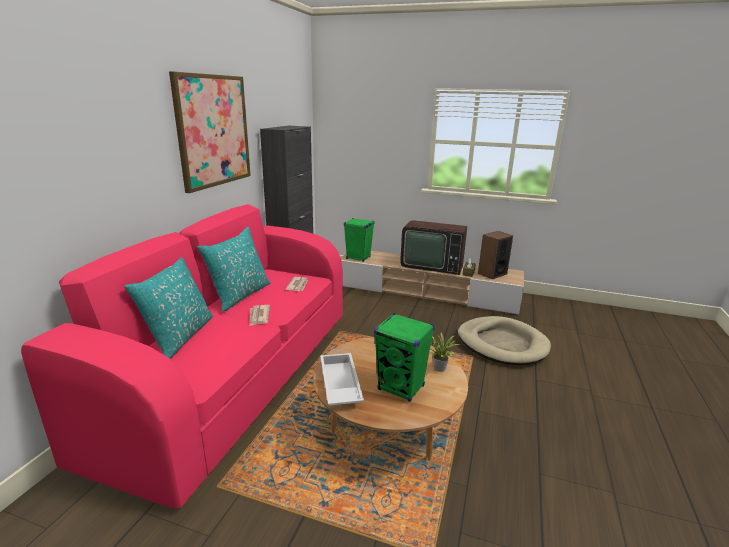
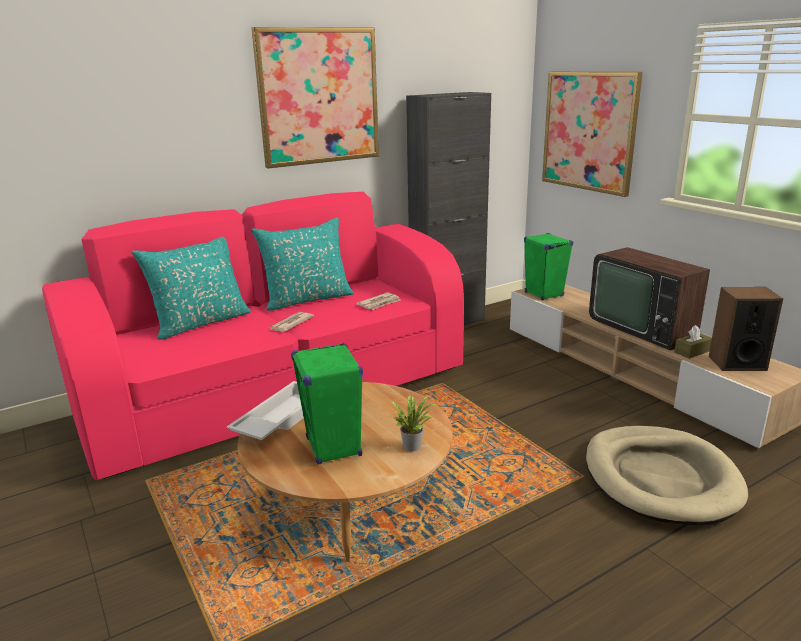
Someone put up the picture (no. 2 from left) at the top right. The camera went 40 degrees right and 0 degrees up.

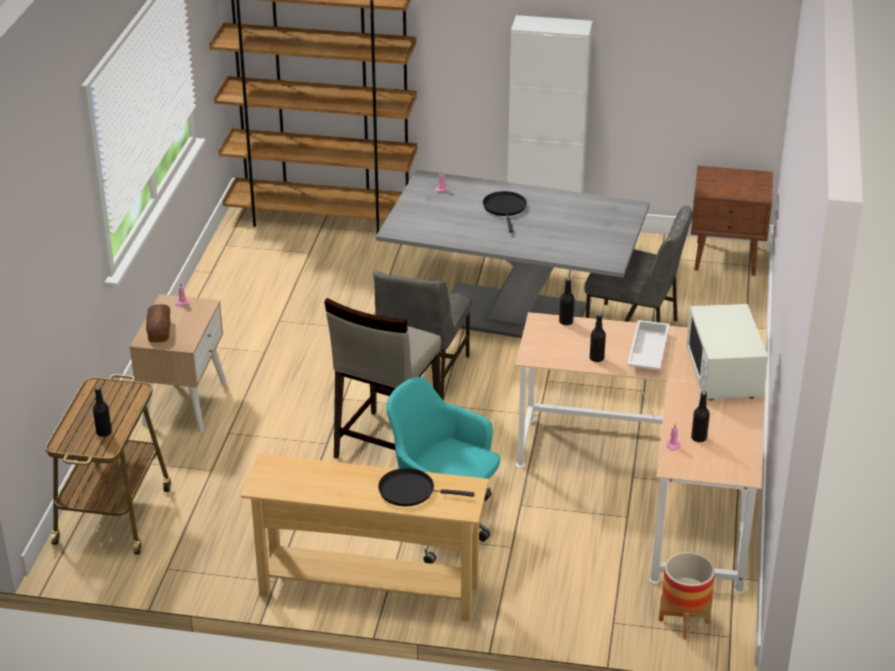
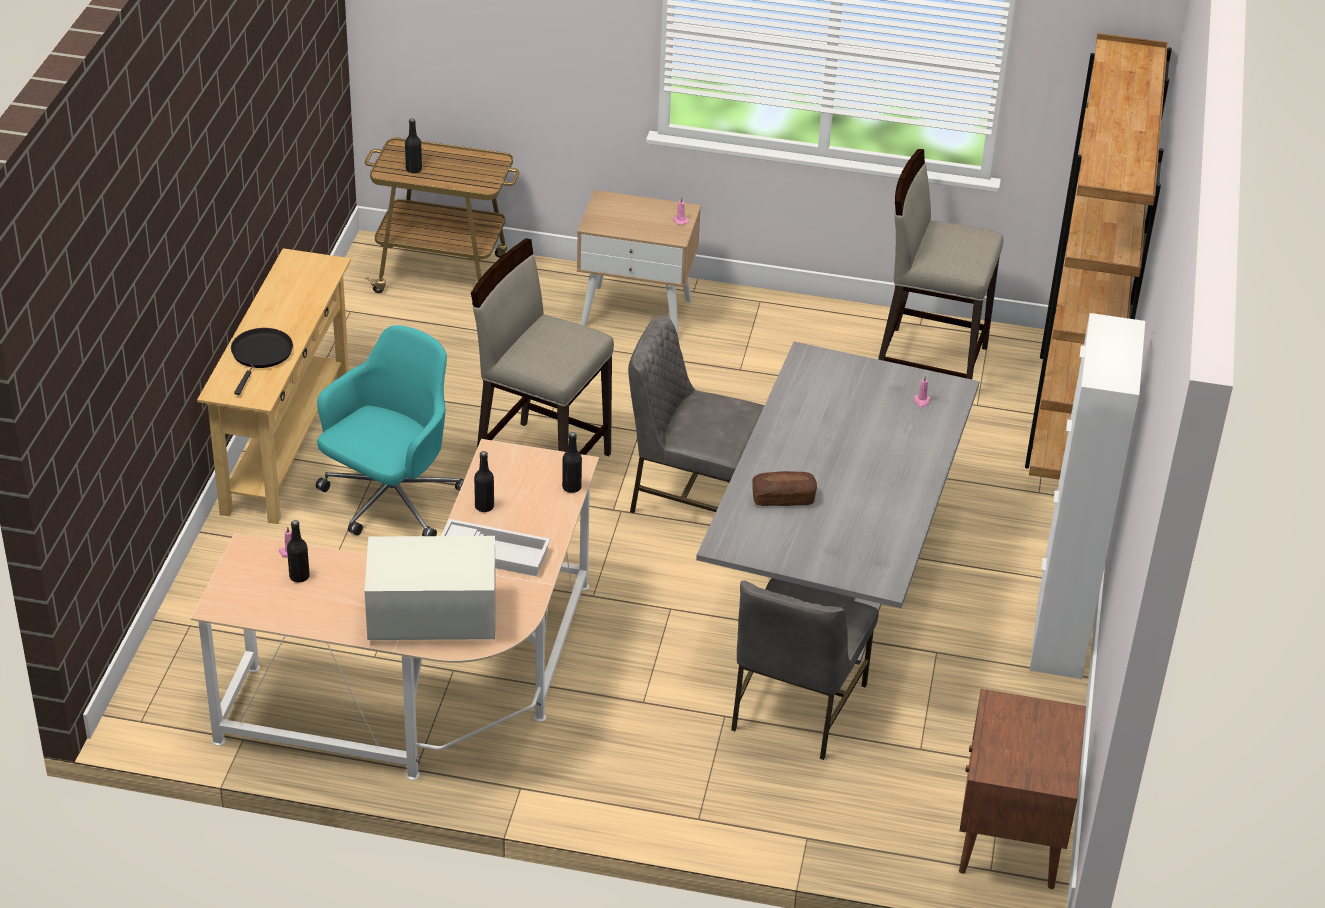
Someone carried the bread from the middle left to the centre. Someone put down the beige stool (no. 2 from left) at the top right. Someone took away the black frying pan (no. 2 from left) at the top centre. Someone took away the planter at the bottom right. The camera went 90 degrees right and 5 degrees up.

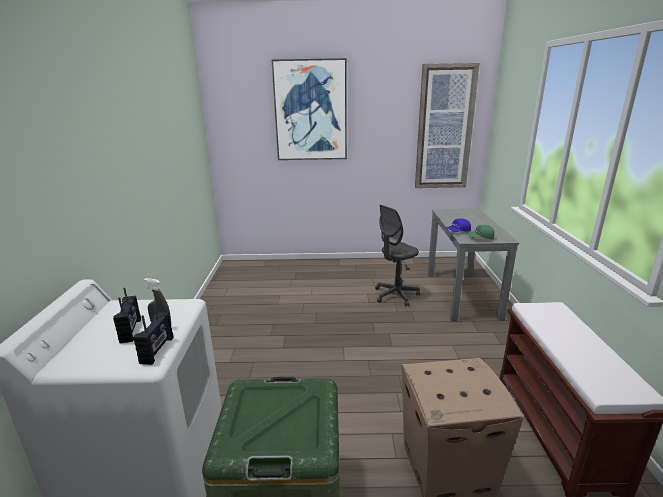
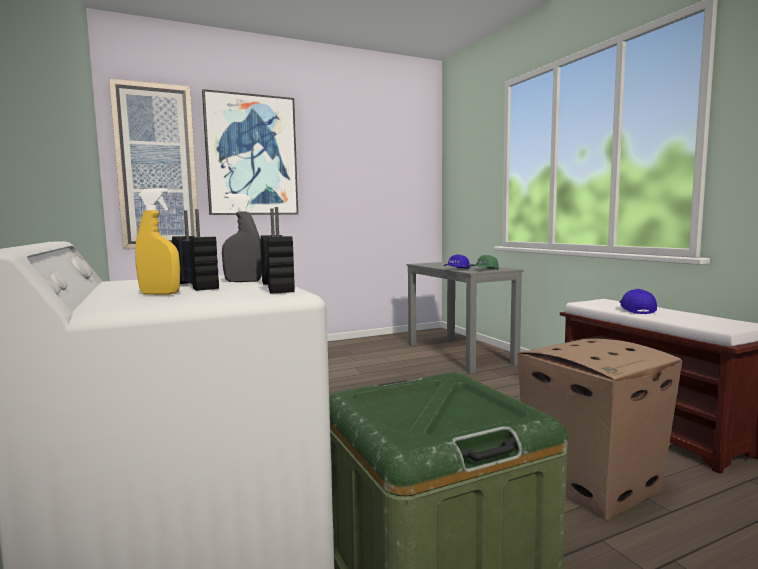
Someone carried the picture (no. 2 from left in the first image) from the top right to the top left. Someone put down the yellow spray bottle at the middle left. Someone put down the blue cap (no. 2 from left) at the middle right. Someone took away the grey office chair at the centre. The camera went 25 degrees left and 15 degrees down.

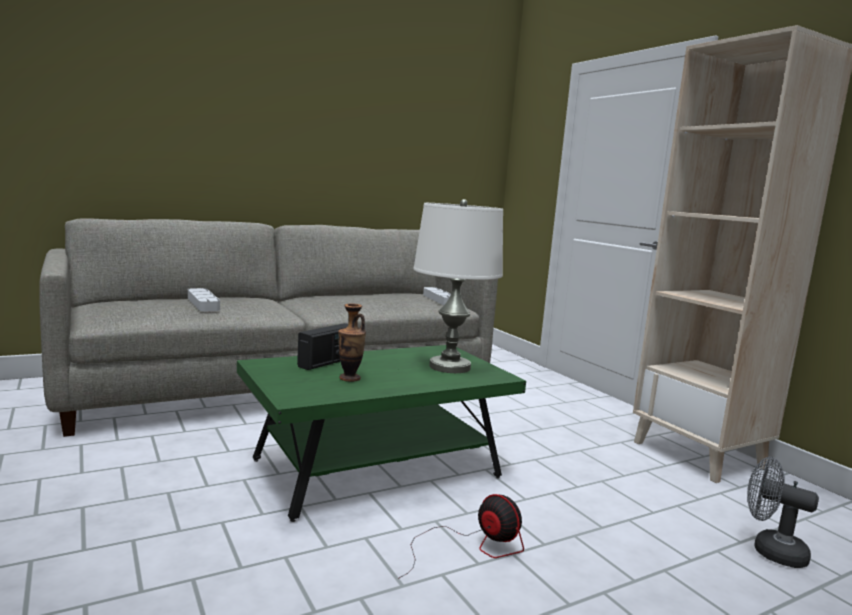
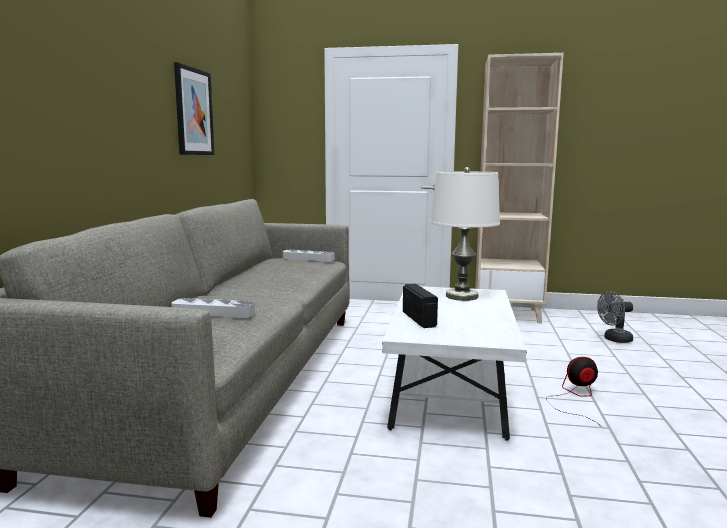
Someone put up the picture at the top left. Someone repainted the green coffee table at the bottom centre, which became the white coffee table at the bottom centre. Someone took away the vase at the centre. The camera went 50 degrees left and 0 degrees up.

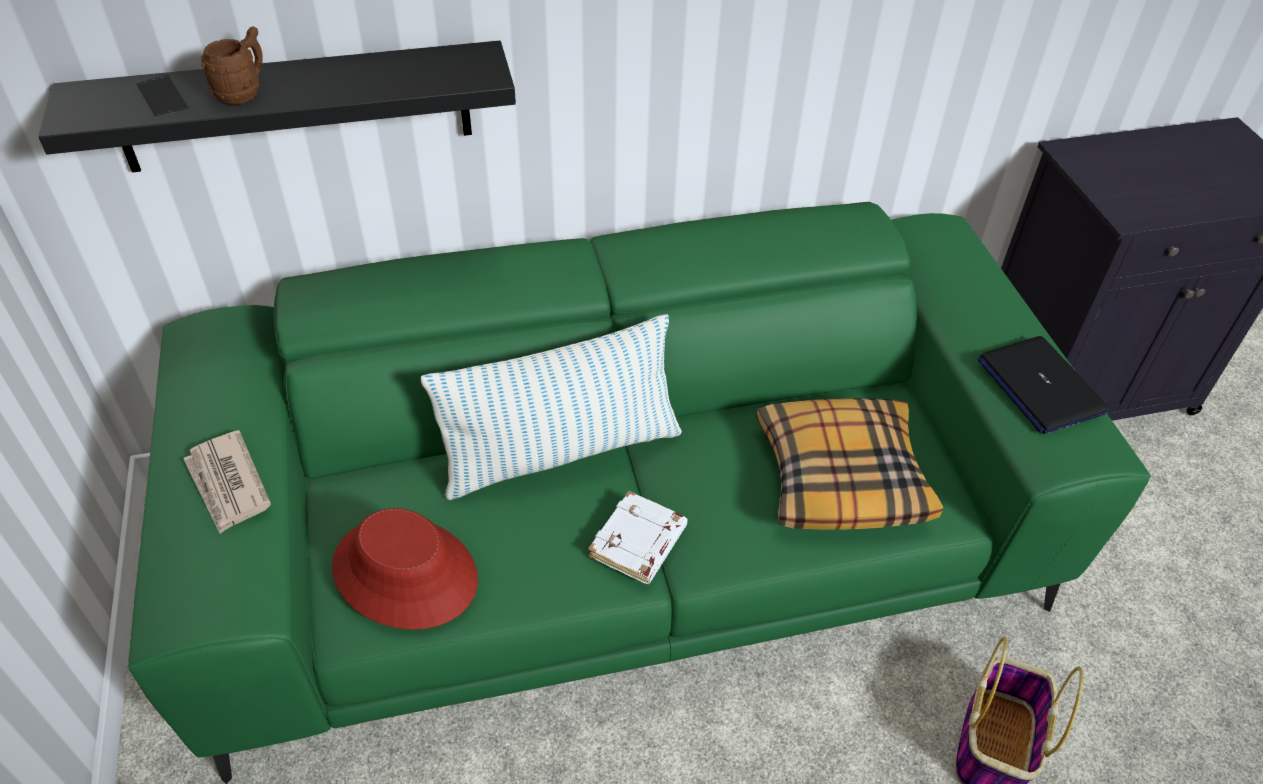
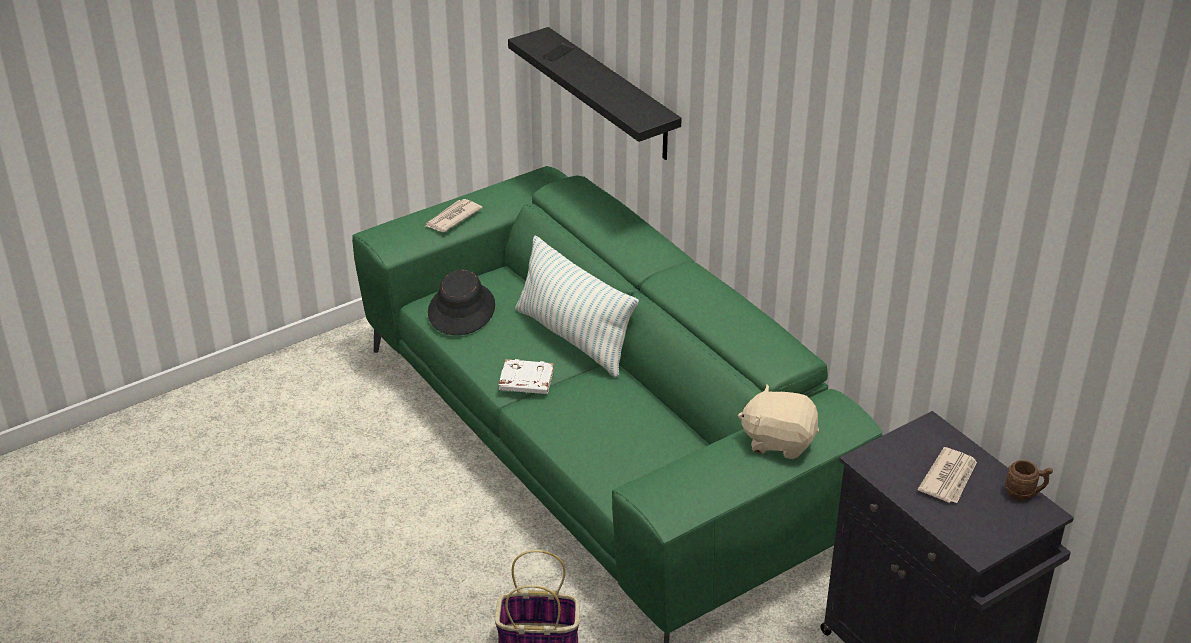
Someone repainted the red hat at the bottom left, which became the black hat at the centre. Someone put down the beige plush toy at the centre. Someone put down the newspaper (no. 2 from left) at the bottom right. Someone carried the brown mug from the top left to the bottom right. Someone took away the pillow (no. 2 from left) at the middle right. Someone took away the laptop at the middle right. The camera went 70 degrees right and 10 degrees down.

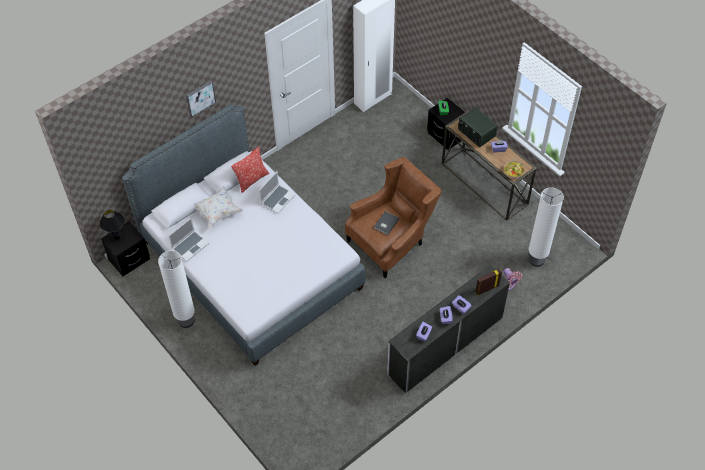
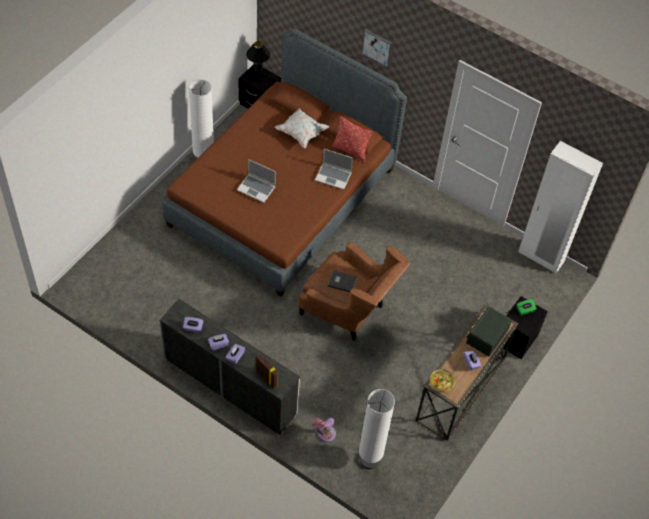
Someone repainted the grey bed at the centre, which became the brown bed at the top centre. Someone carried the laptop (no. 1 from left) from the middle left to the centre. The camera went 70 degrees right and 0 degrees up.

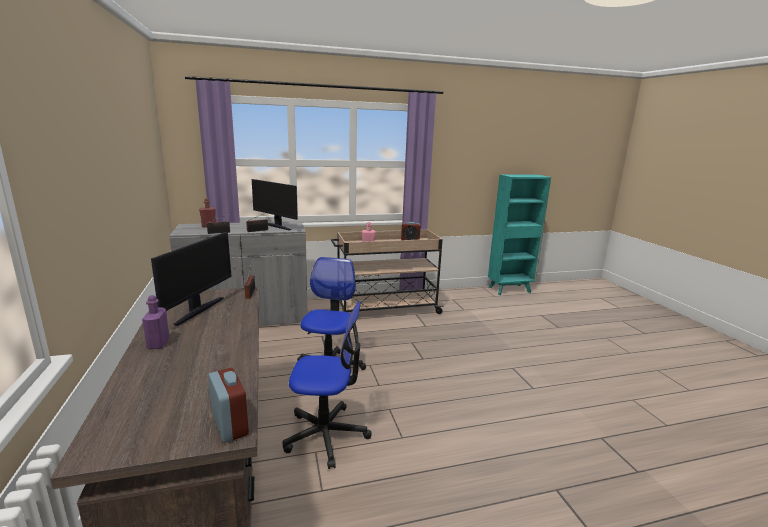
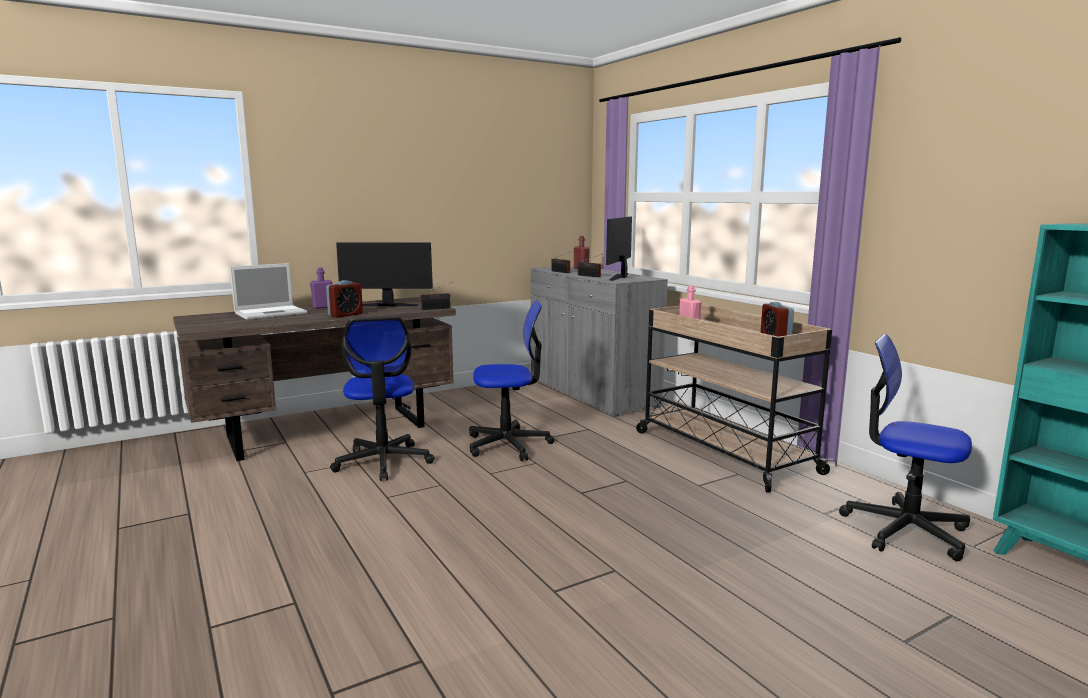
Someone put down the laptop at the middle left. Someone carried the alarm clock (no. 1 from left) from the bottom left to the middle left. Someone put down the office chair (no. 3 from left) at the middle right. The camera went 75 degrees right and 5 degrees down.

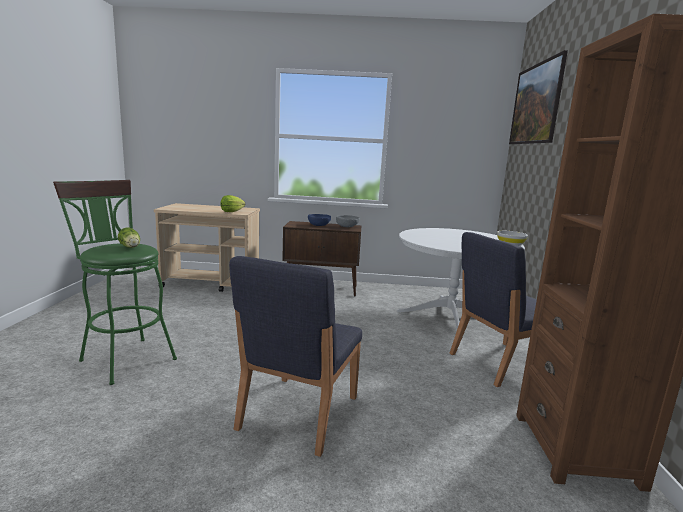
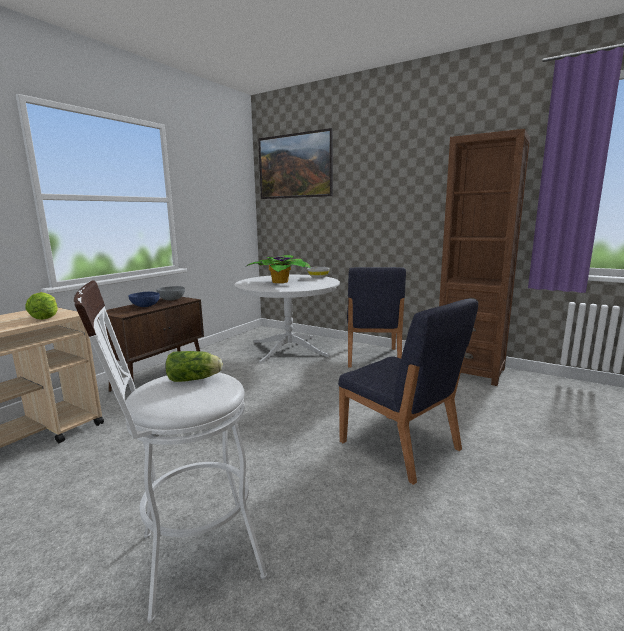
Someone repainted the green stool at the middle left, which became the white stool at the bottom left. Someone put down the potted plant at the centre. The camera went 60 degrees left and 0 degrees up.

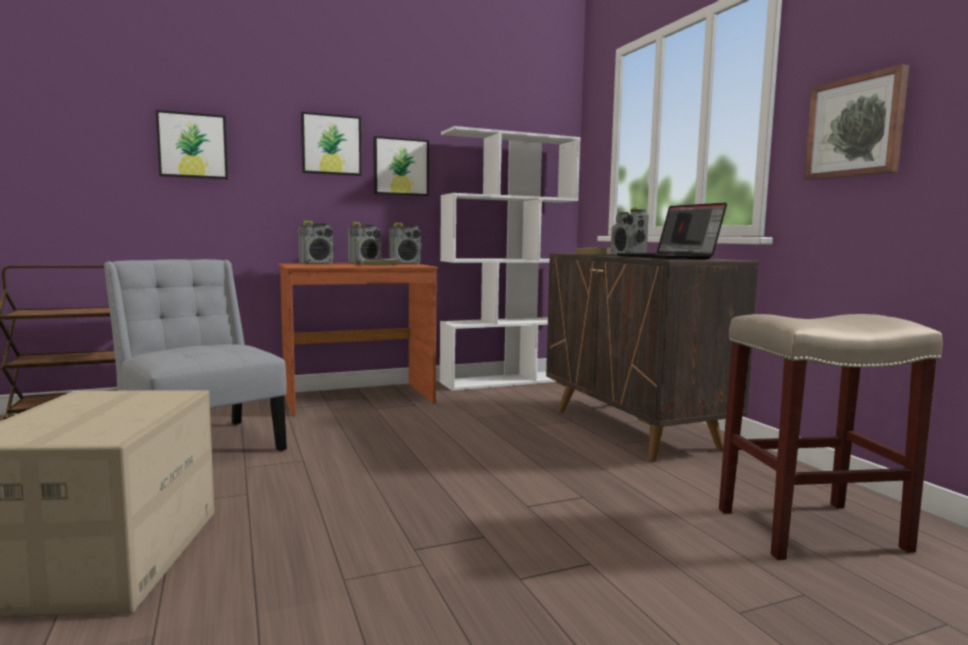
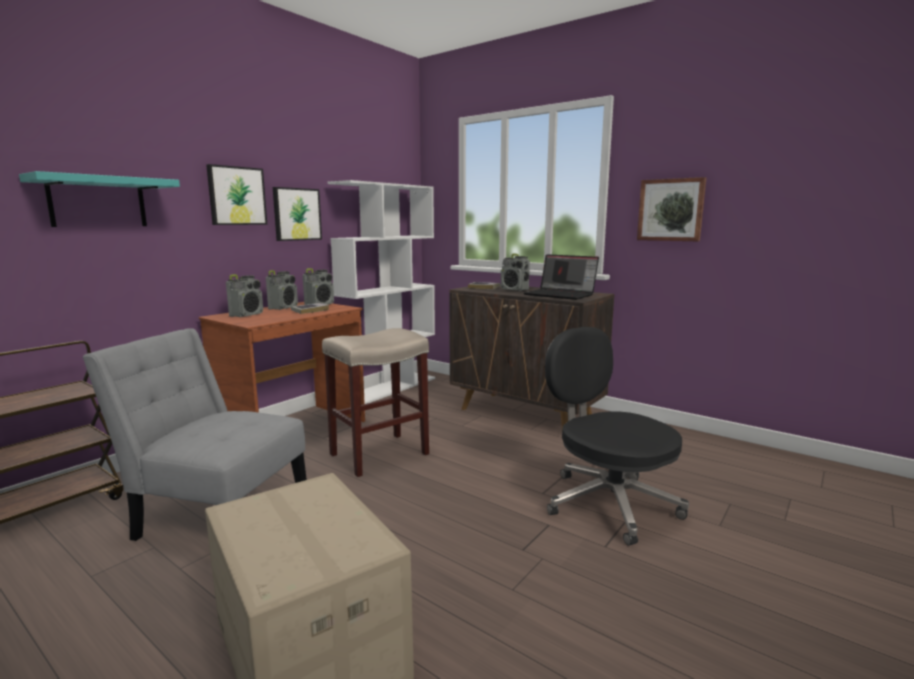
Someone swapped the picture (no. 1 from left) at the top left for the turquoise shelf at the top left. Someone carried the beige stool from the bottom right to the centre. Someone put down the black office chair at the middle right. The camera went 30 degrees left and 5 degrees up.

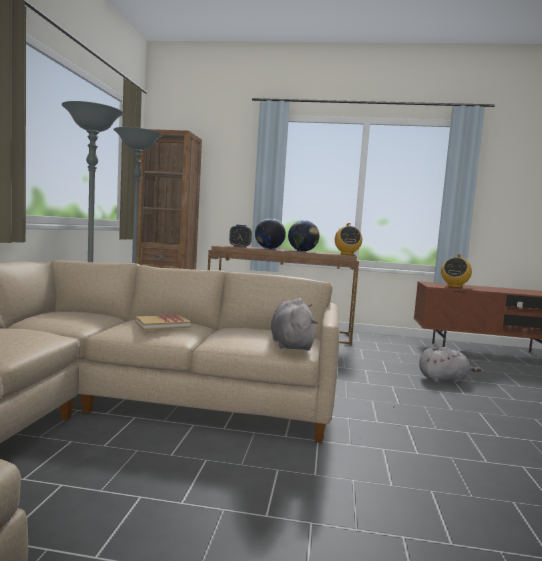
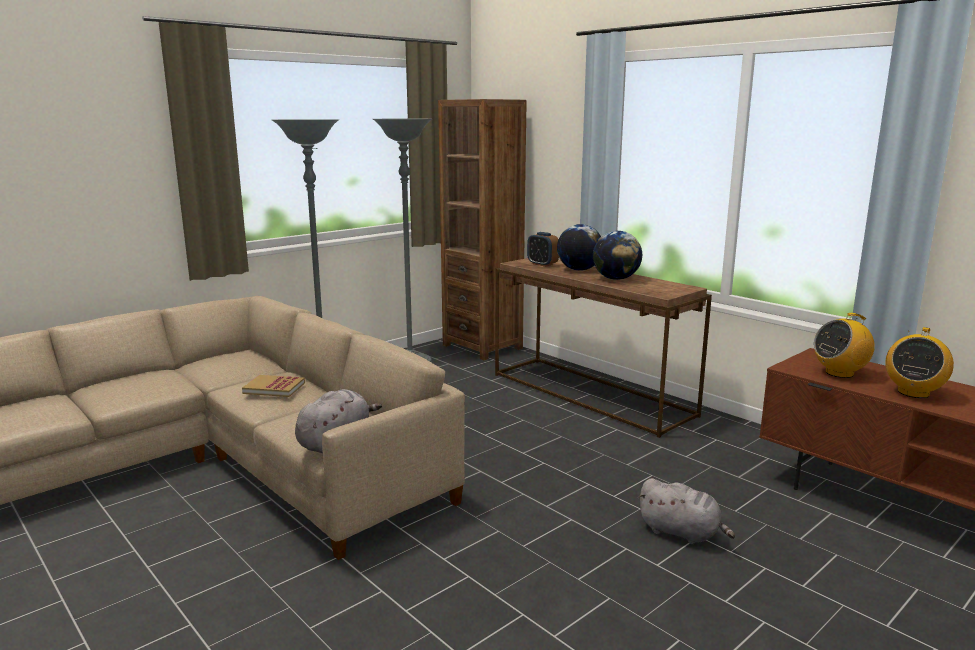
Someone carried the radio (no. 1 from left in the first image) from the centre to the middle right. The camera went 40 degrees right and 10 degrees up.

